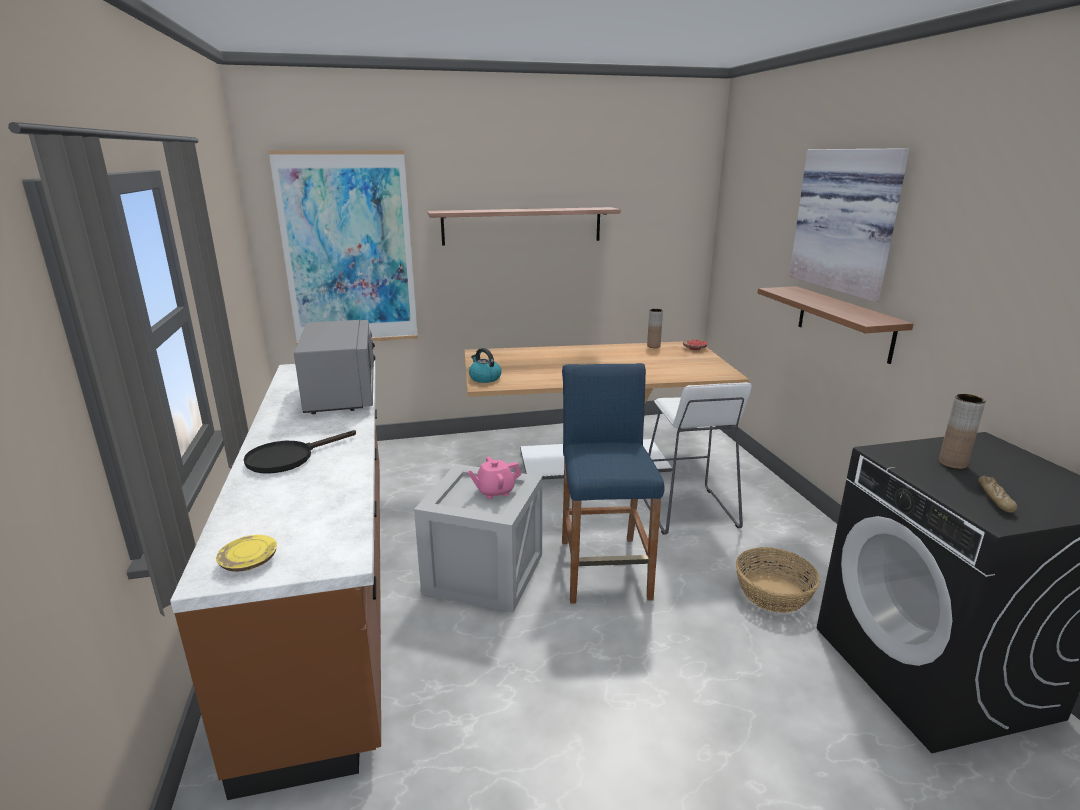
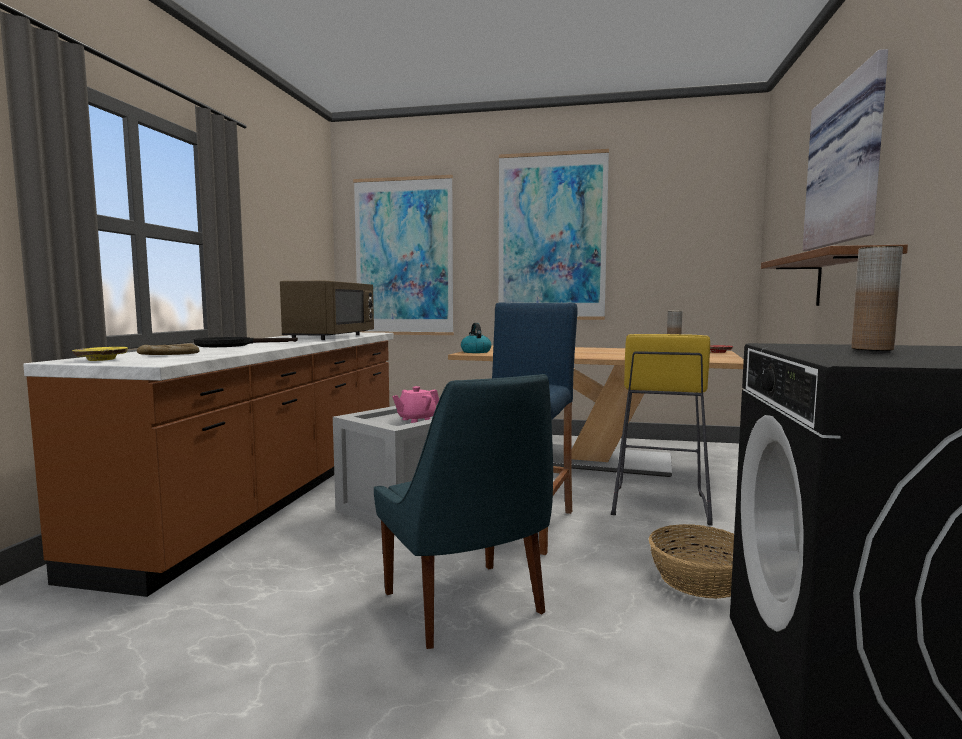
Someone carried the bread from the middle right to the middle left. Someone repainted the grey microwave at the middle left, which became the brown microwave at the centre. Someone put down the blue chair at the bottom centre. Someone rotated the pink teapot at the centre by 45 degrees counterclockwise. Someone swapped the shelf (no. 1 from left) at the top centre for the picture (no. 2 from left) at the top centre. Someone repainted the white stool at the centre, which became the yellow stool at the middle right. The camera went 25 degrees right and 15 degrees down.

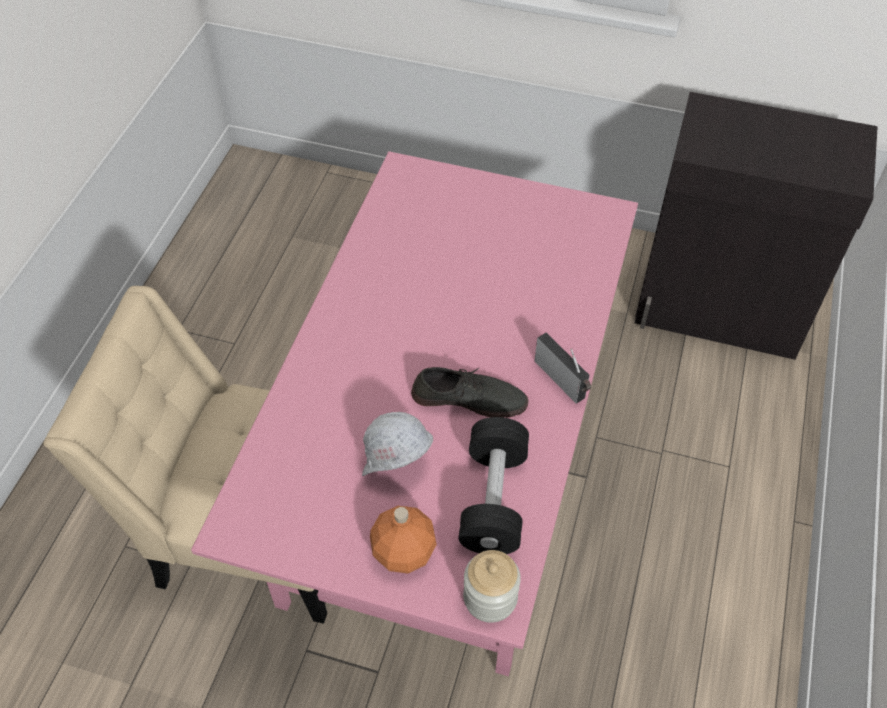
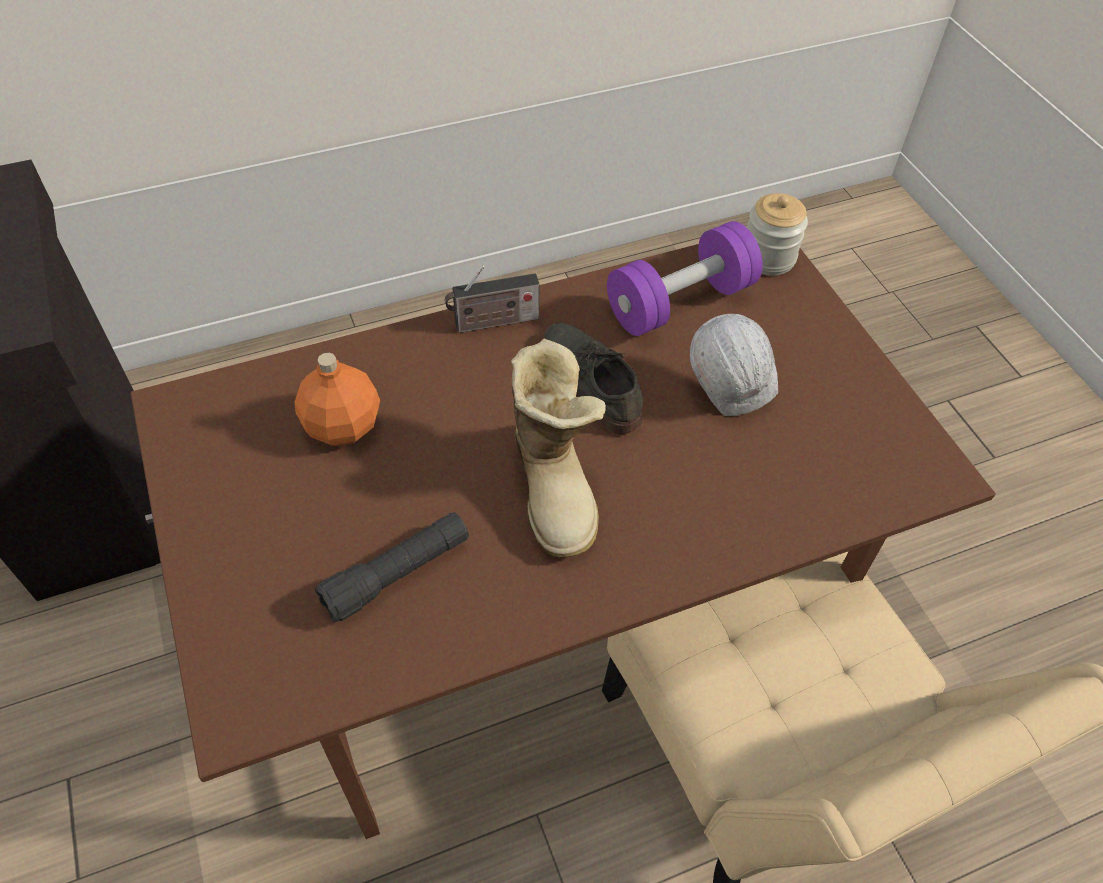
Someone repainted the pink dining table at the centre, which became the brown dining table at the centre. Someone carried the orange bottle from the bottom centre to the middle left. Someone put down the black flashlight at the centre. Someone rotated the radio at the centre by 120 degrees counterclockwise. Someone put down the boot at the centre. Someone repainted the black dumbbell at the bottom centre, which became the purple dumbbell at the top centre. The camera went 130 degrees left and 0 degrees up.

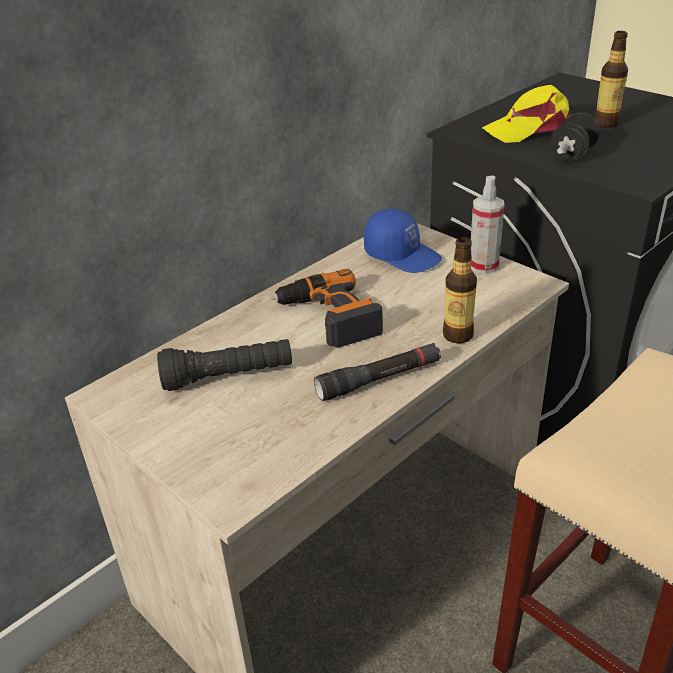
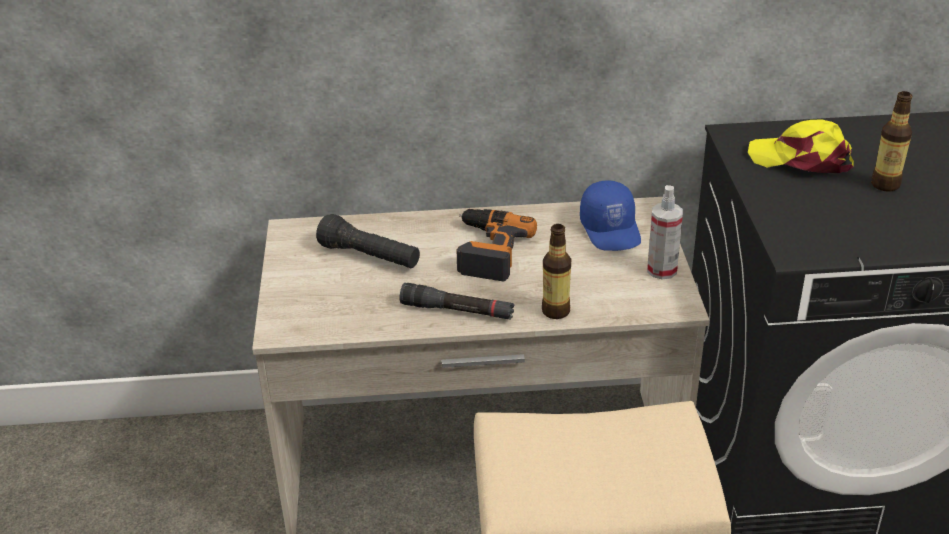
Someone took away the black dumbbell at the top right. The camera went 40 degrees right and 0 degrees up.

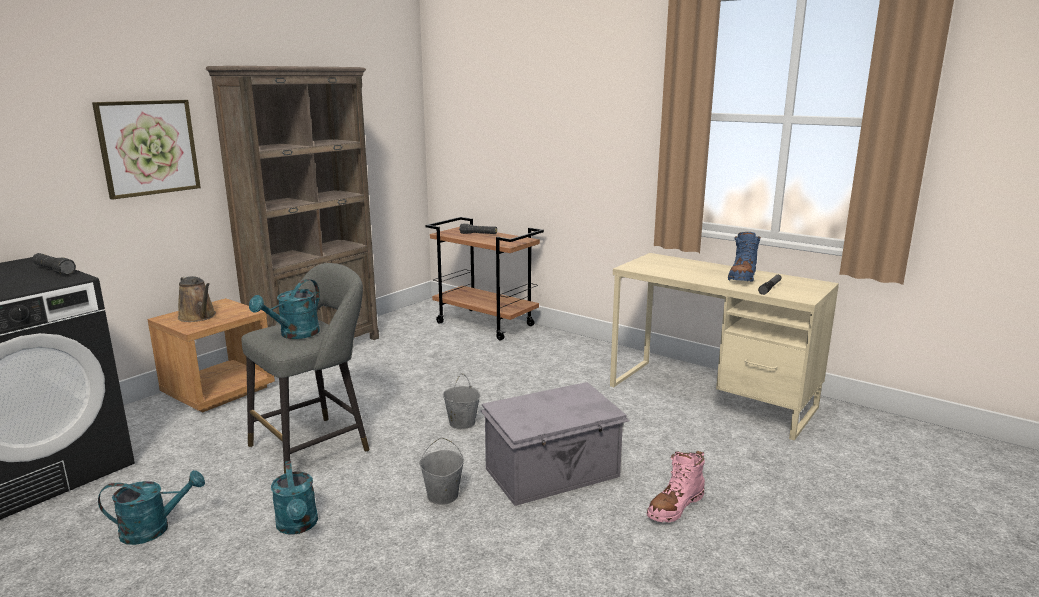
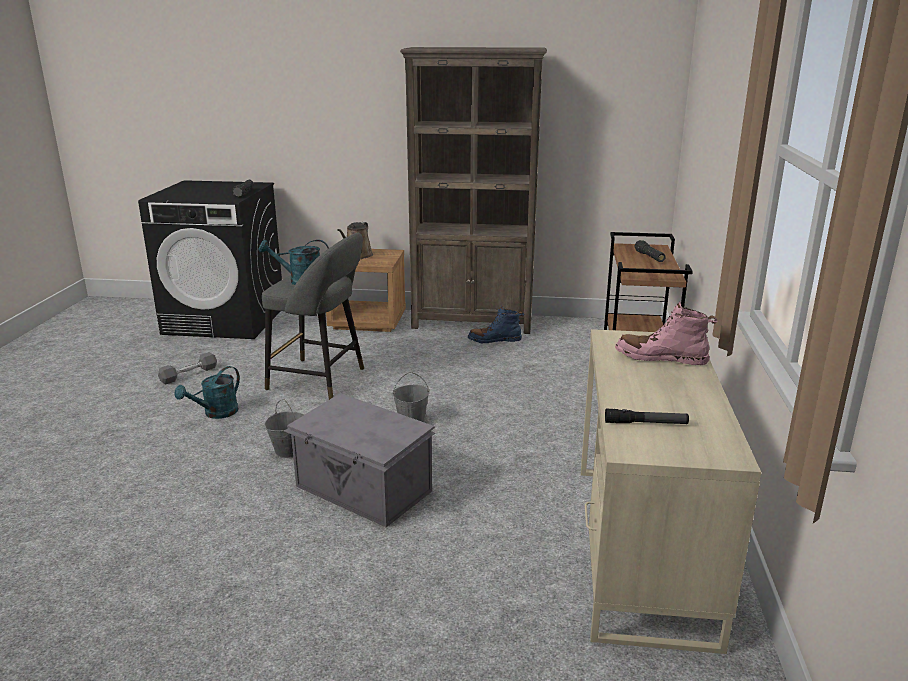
Someone swapped the turquoise watering can (no. 1 from left) at the bottom left for the grey dumbbell at the middle left. Someone carried the blue boot from the middle right to the centre. Someone carried the pink boot from the bottom centre to the middle right. Someone took away the picture at the top left. The camera went 60 degrees right and 5 degrees up.

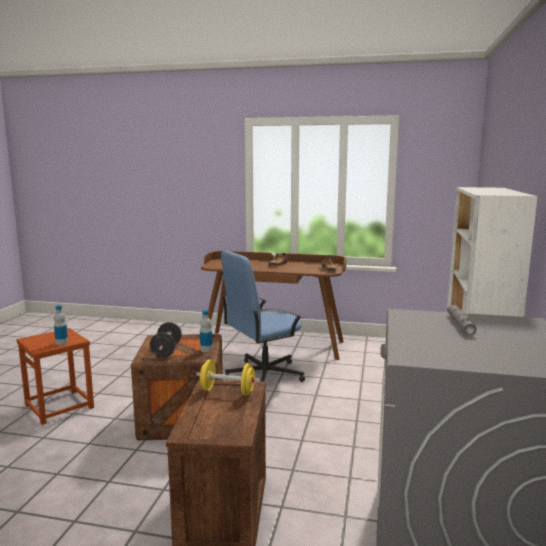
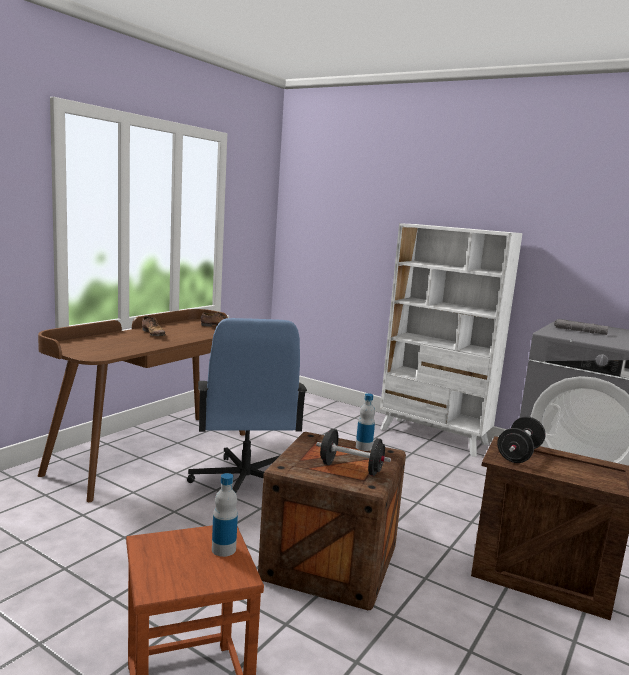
Someone repainted the yellow dumbbell at the bottom centre, which became the black dumbbell (no. 2 from left) at the middle right. The camera went 70 degrees left and 0 degrees up.

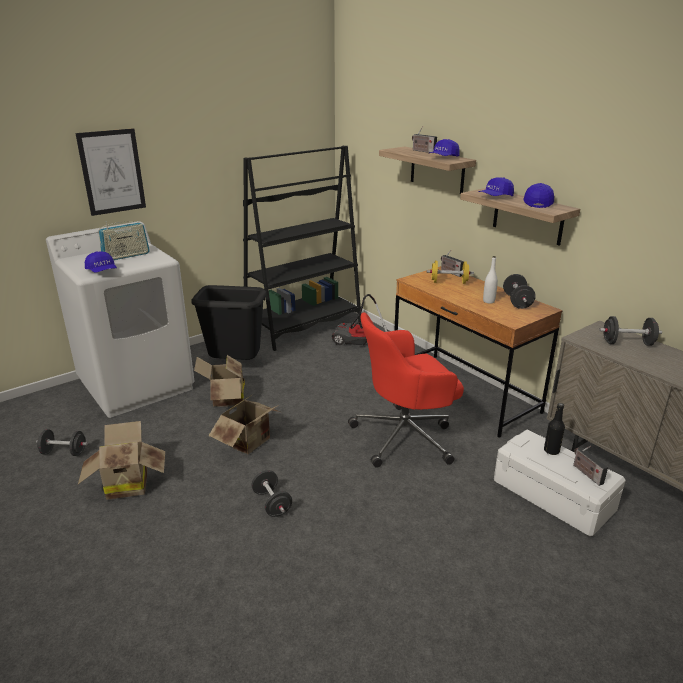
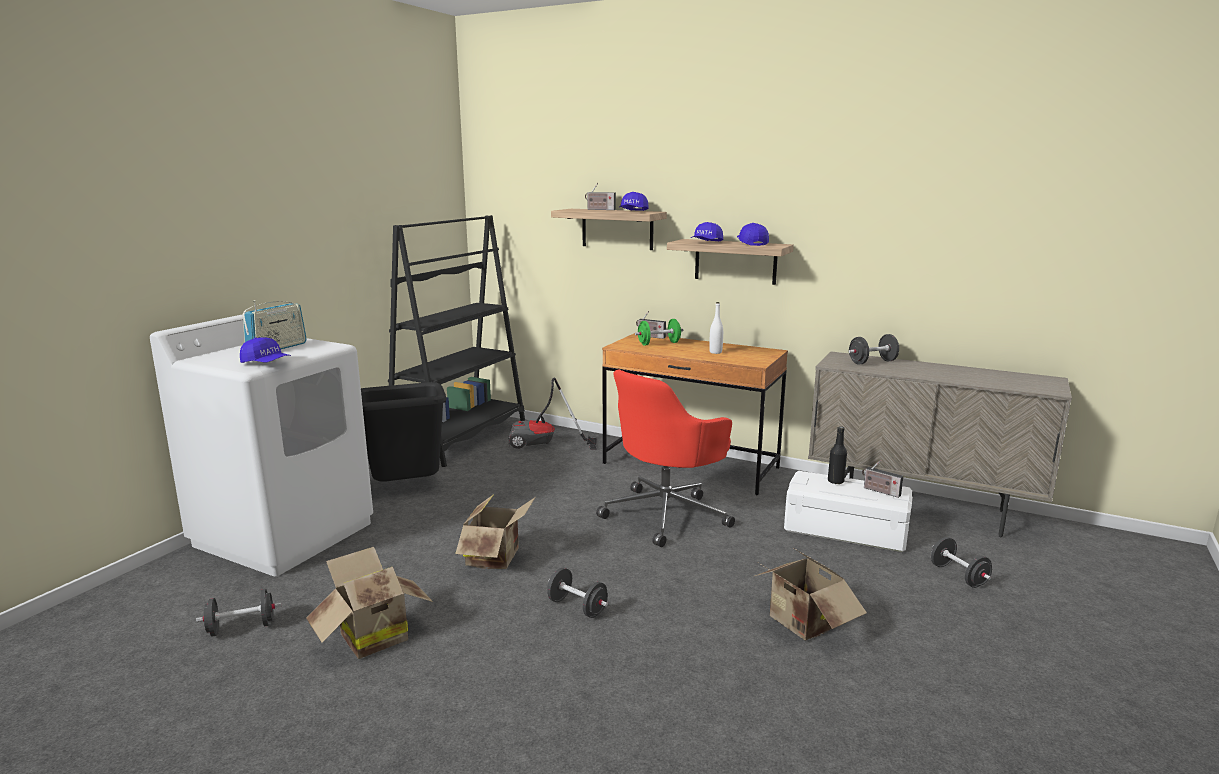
Someone repainted the yellow dumbbell at the centre, which became the green dumbbell at the centre. Someone carried the cardboard box (no. 2 from left in the first image) from the middle left to the bottom centre. Someone carried the black dumbbell (no. 3 from left in the first image) from the middle right to the bottom right. Someone took away the picture at the top left. The camera went 25 degrees left and 10 degrees down.

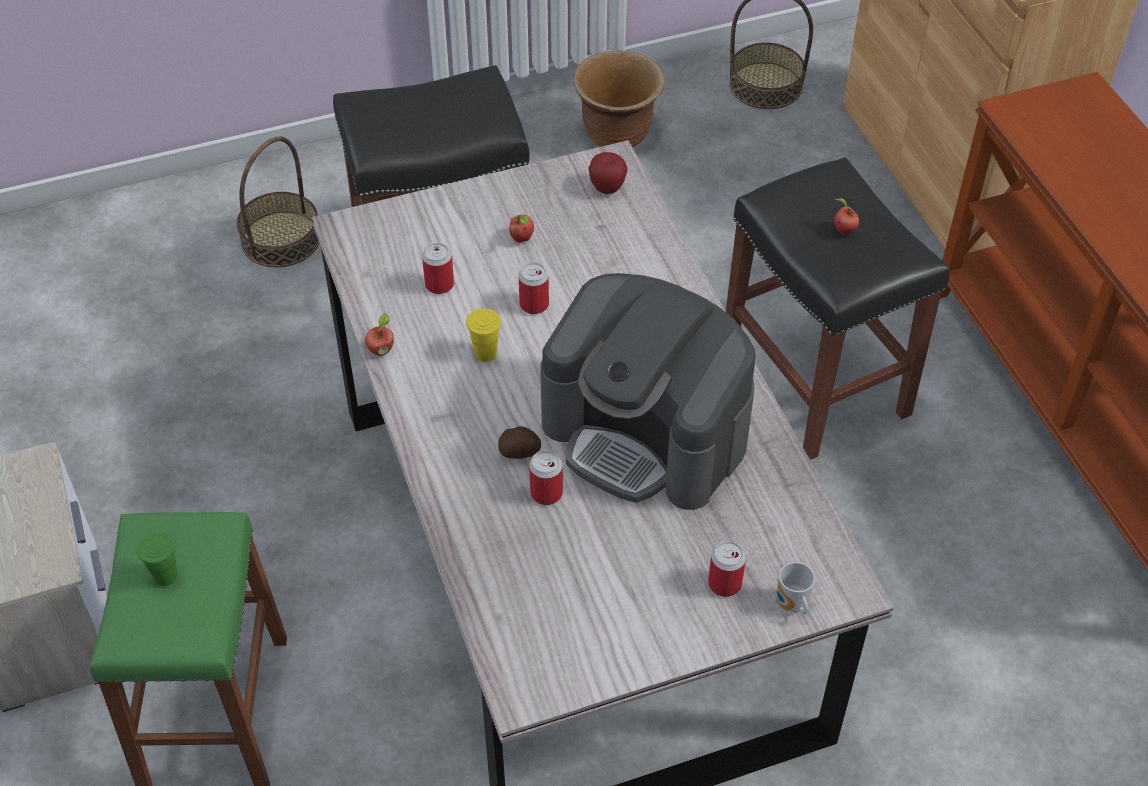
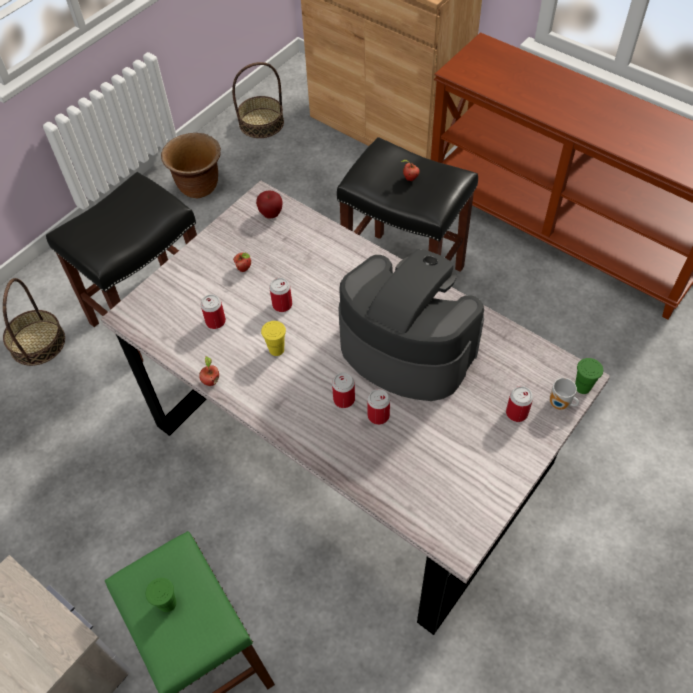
Someone swapped the potato at the centre for the can (no. 3 from left) at the centre. Someone rotated the coffee machine at the centre by 150 degrees counterclockwise. Someone put down the green cup (no. 2 from left) at the middle right. The camera went 30 degrees left and 5 degrees up.

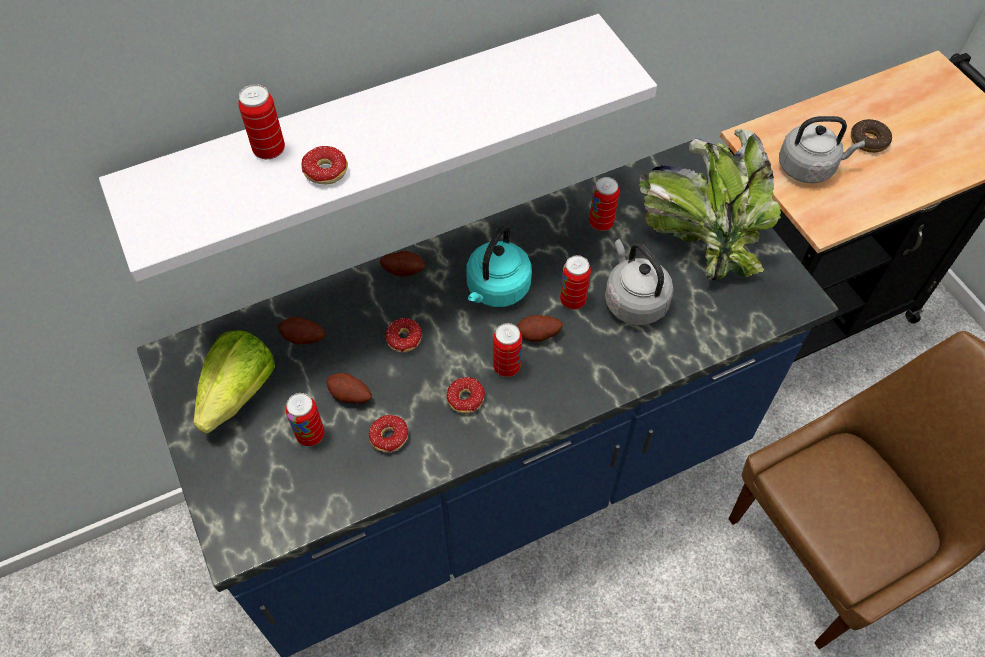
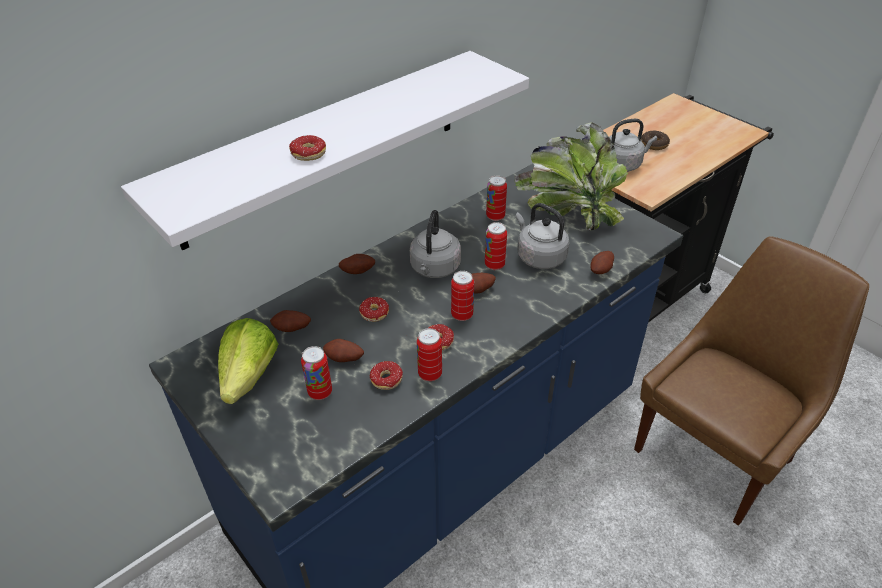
Someone repainted the turquoise kettle at the centre, which became the grey kettle (no. 1 from left) at the centre. Someone carried the can (no. 1 from left in the first image) from the top left to the centre. Someone put down the potato (no. 5 from left) at the middle right. The camera went 15 degrees left and 15 degrees down.

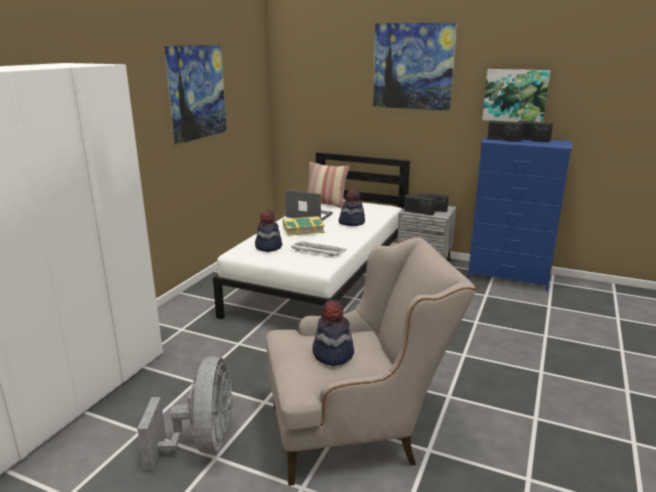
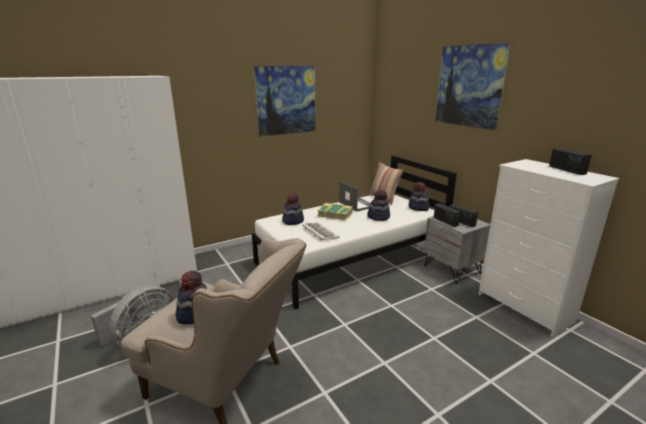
Someone put down the hat (no. 4 from left) at the centre. Someone repainted the blue dresser at the middle right, which became the white dresser at the middle right. Someone took away the picture (no. 3 from left) at the top right. Someone took away the radio (no. 3 from left) at the top right. The camera went 35 degrees right and 0 degrees up.

